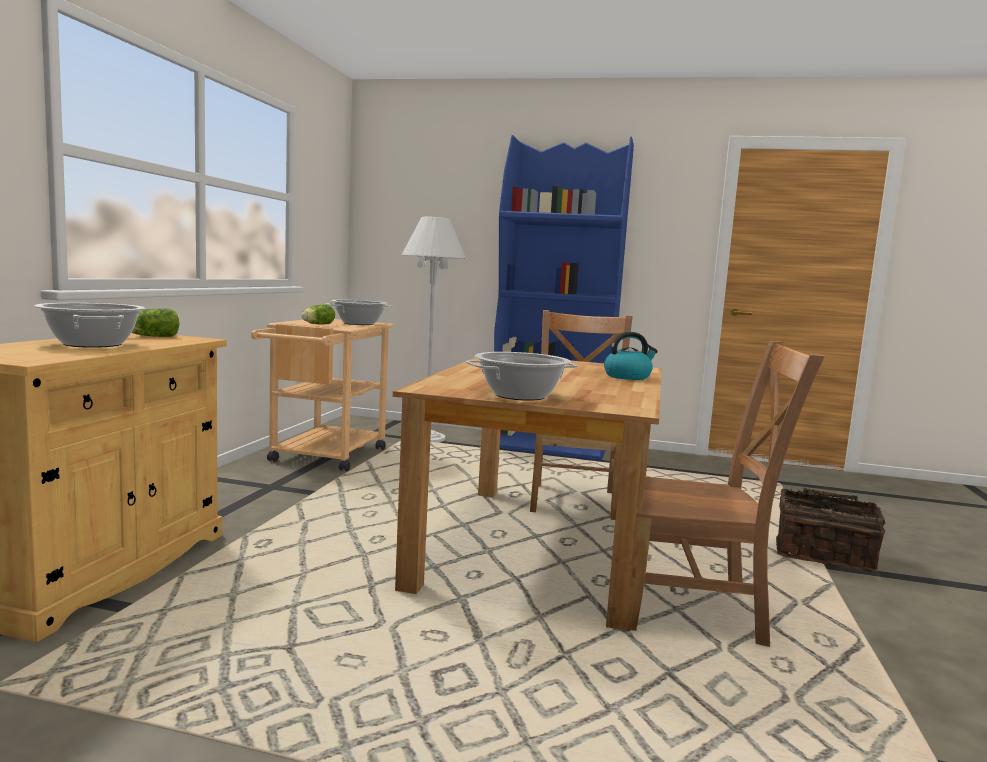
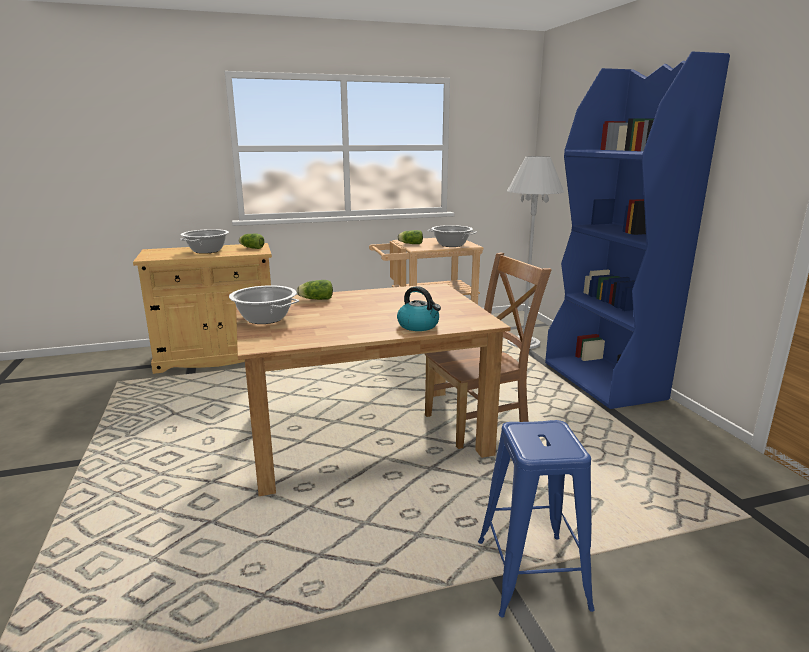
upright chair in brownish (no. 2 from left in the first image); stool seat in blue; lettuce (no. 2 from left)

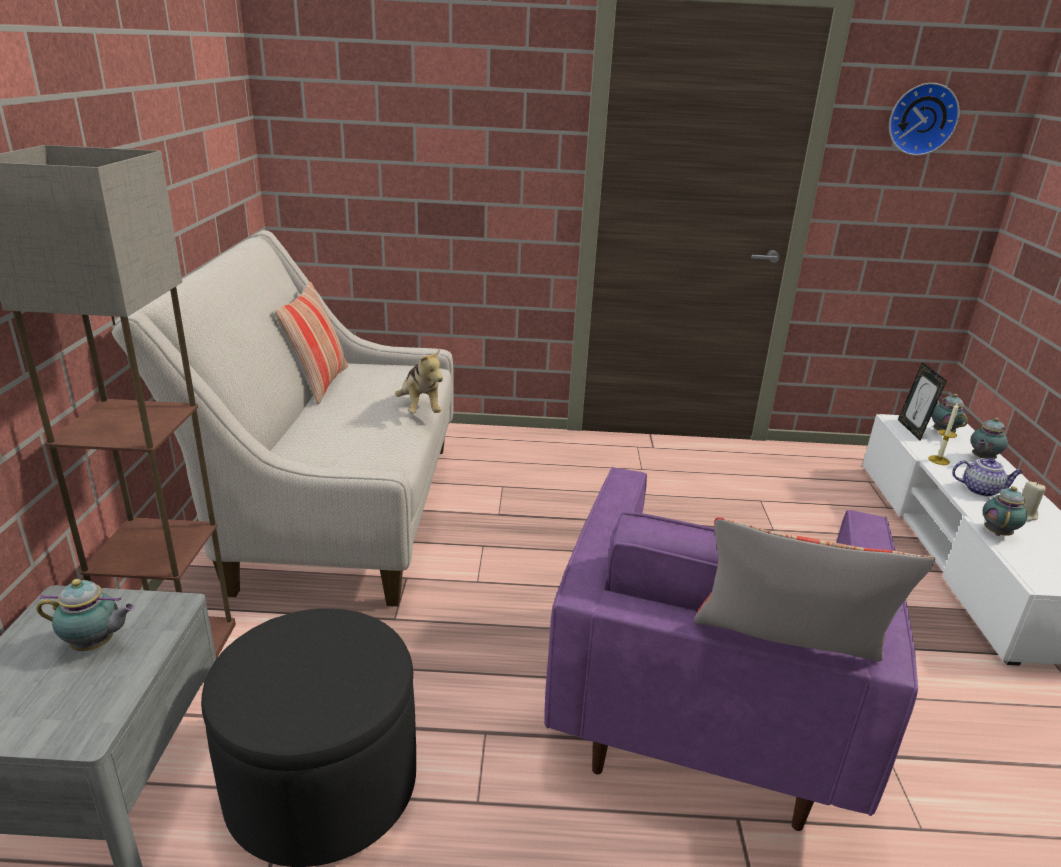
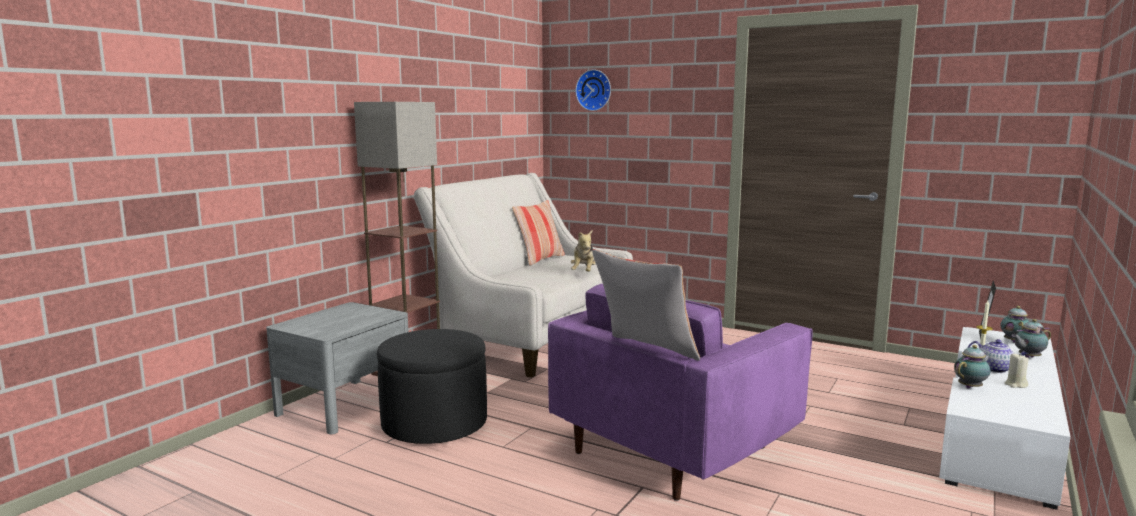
clock on the wall; teapot (no. 1 from left in the first image)

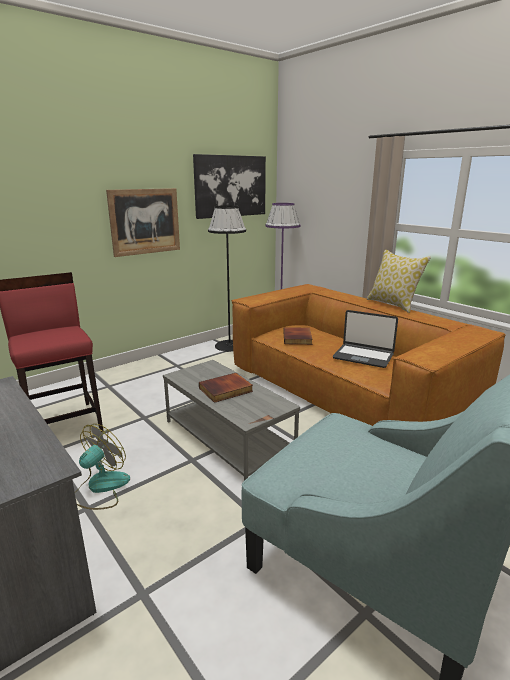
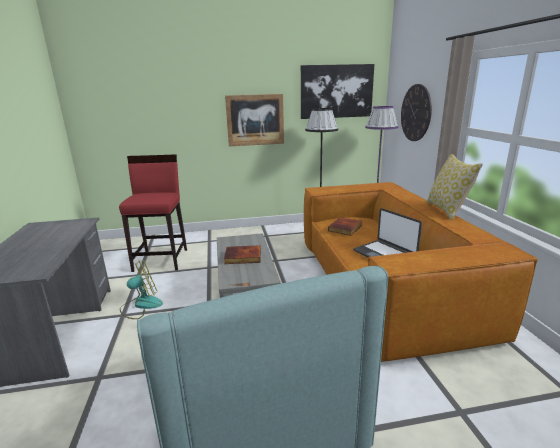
clock on the wall

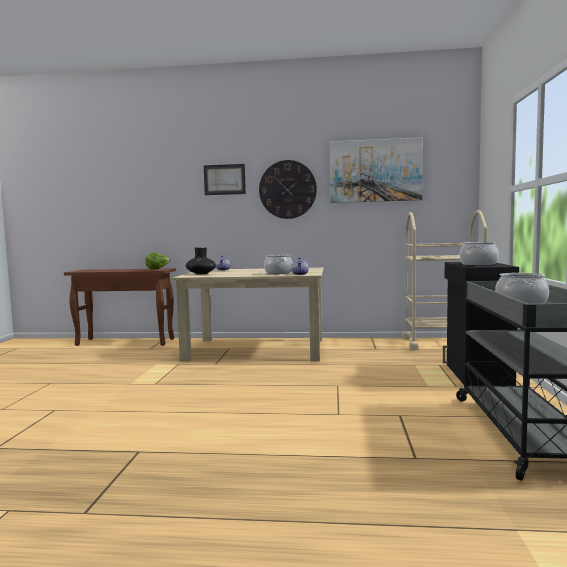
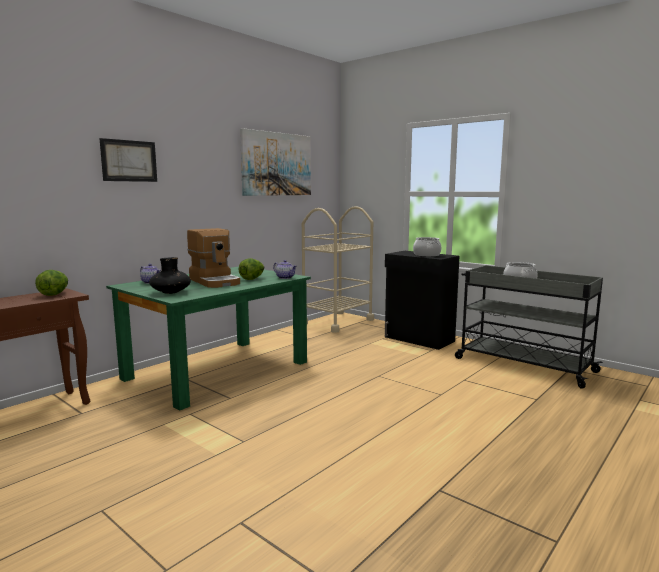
clock on the wall; lettuce (no. 2 from left); dining table in green; coffee machine

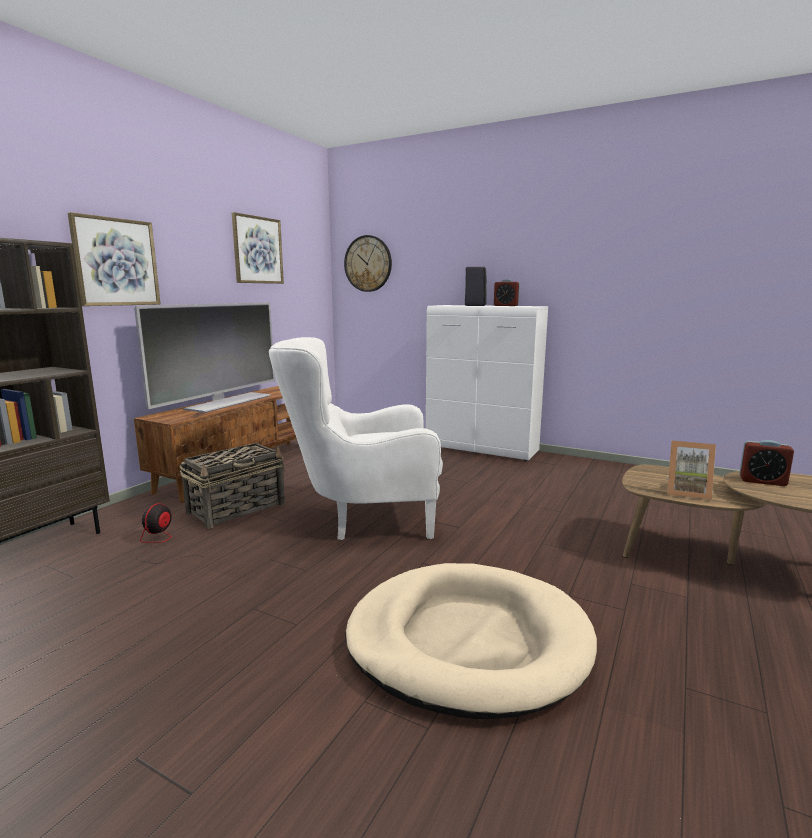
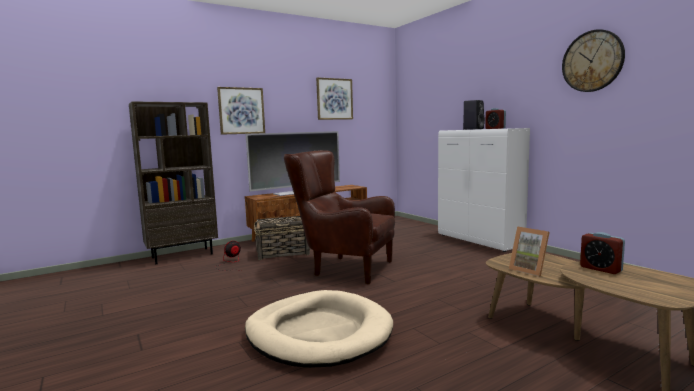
clock on the wall; lounge chair in brownish

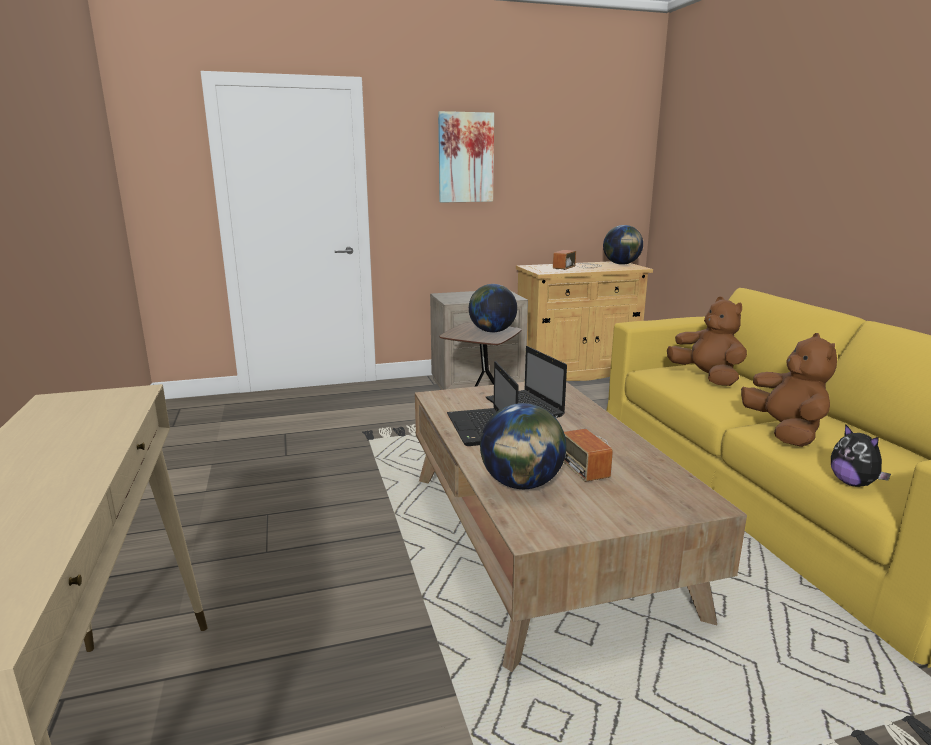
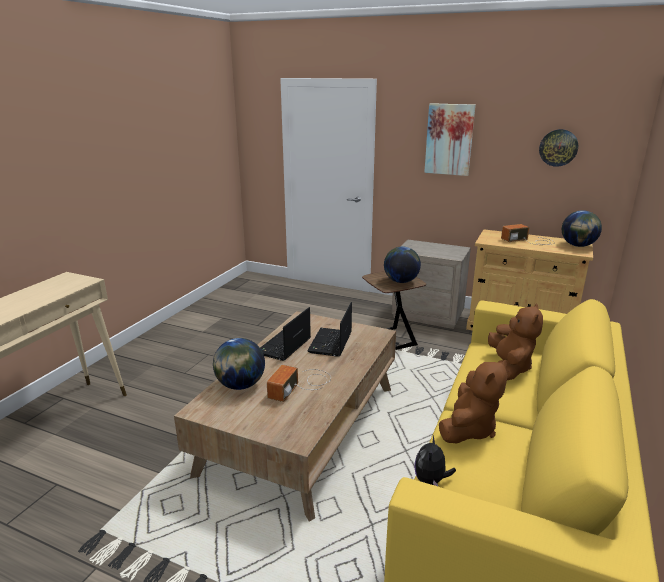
clock on the wall

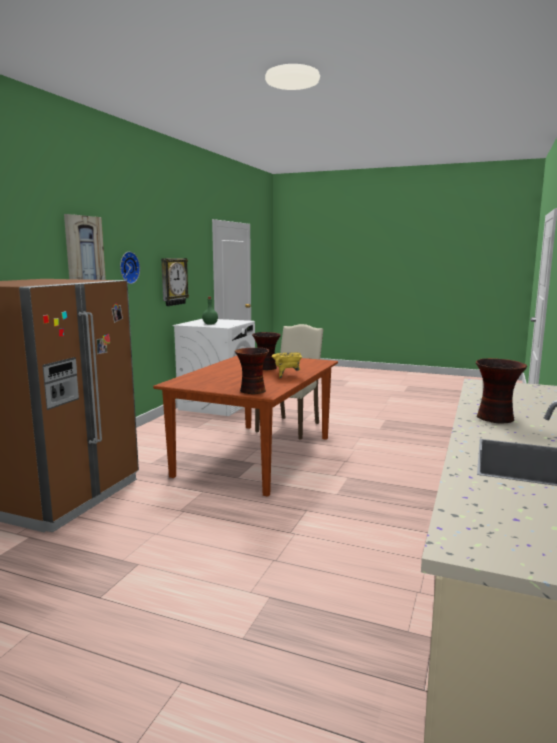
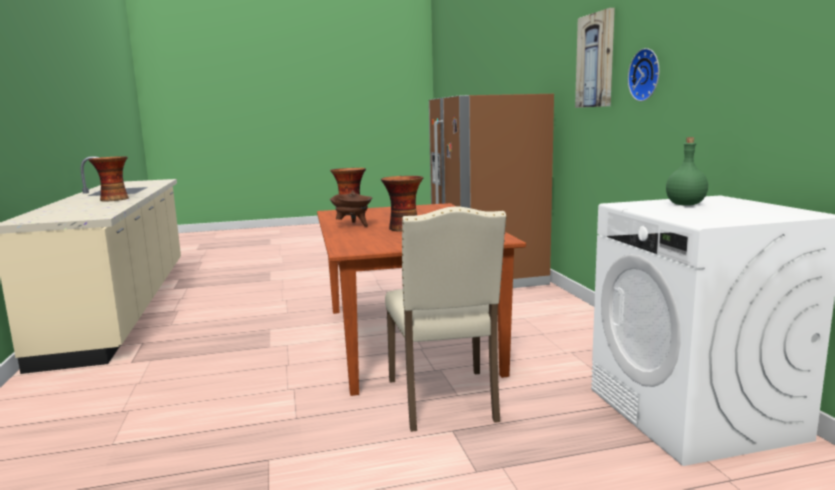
clock on the wall (no. 2 from left in the first image); saucepot in brownish

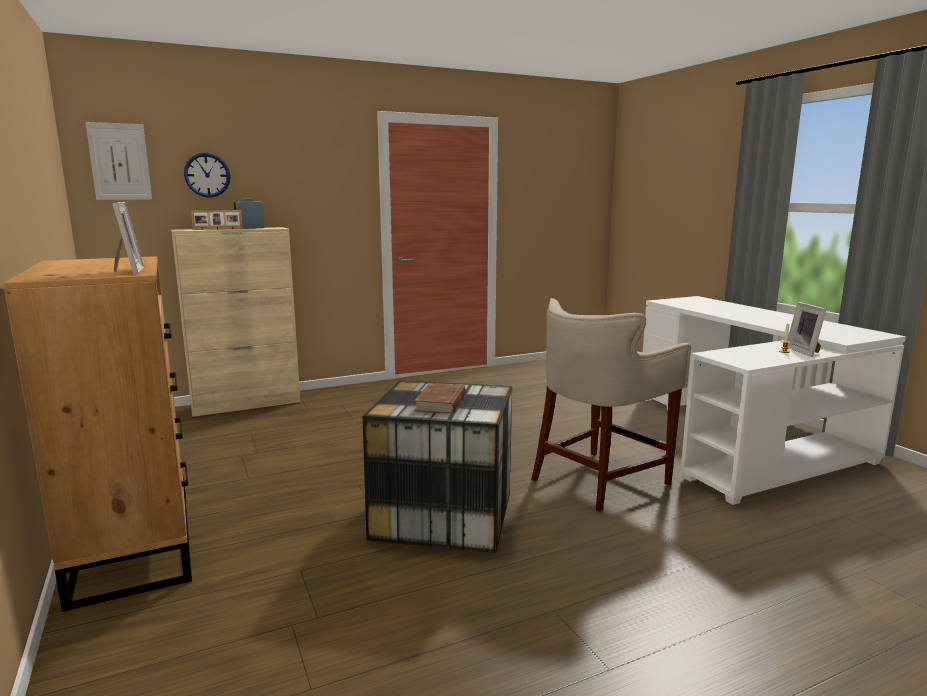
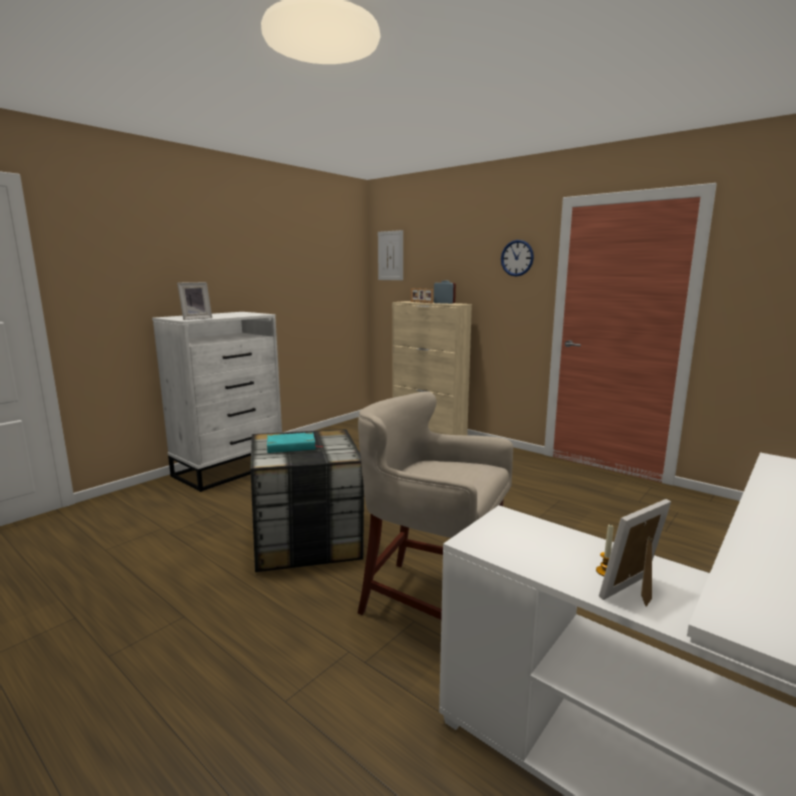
clock on the wall; drawer chest in white-coloured; book in turquoise

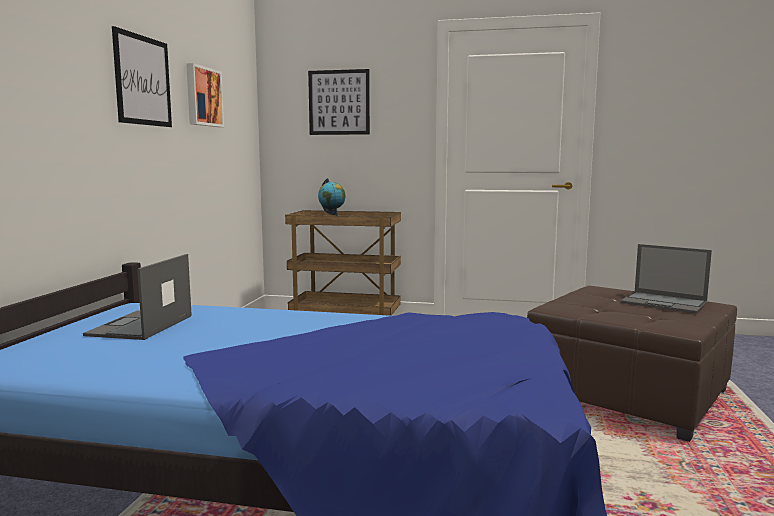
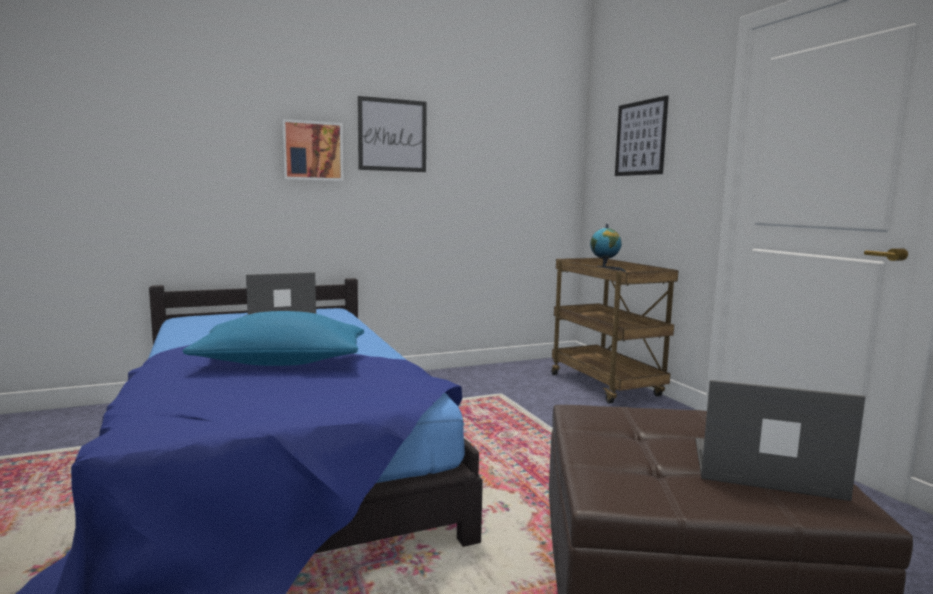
picture (no. 1 from left); portable computer (no. 2 from left); throw pillow in blue

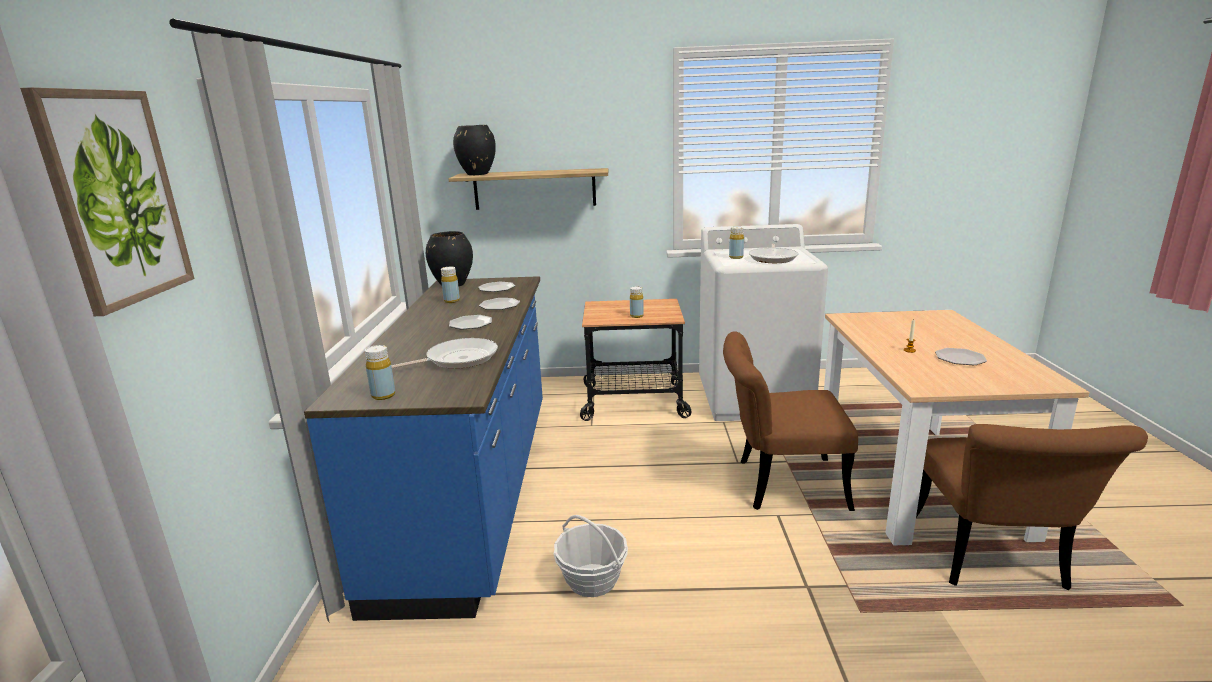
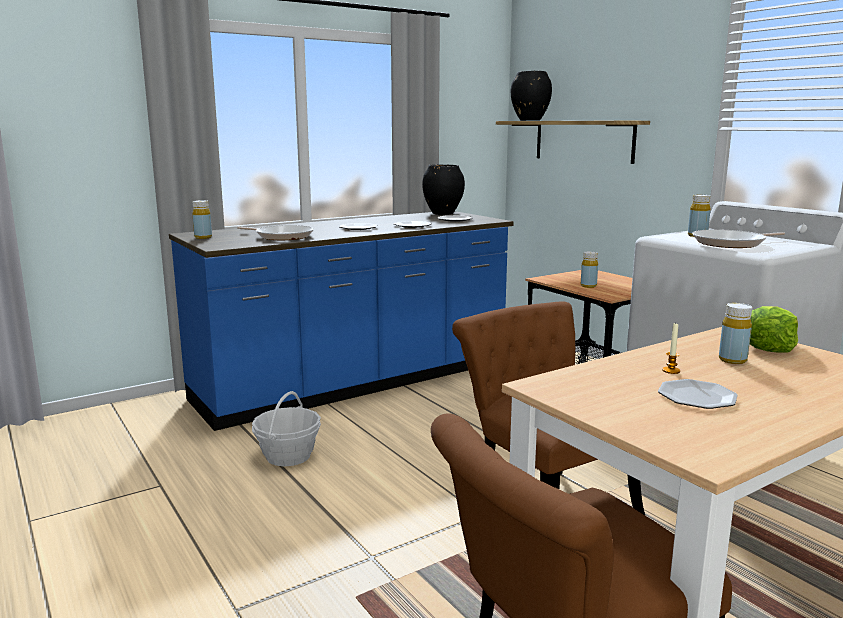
picture; beverage bottle in yellow (no. 4 from left); lettuce

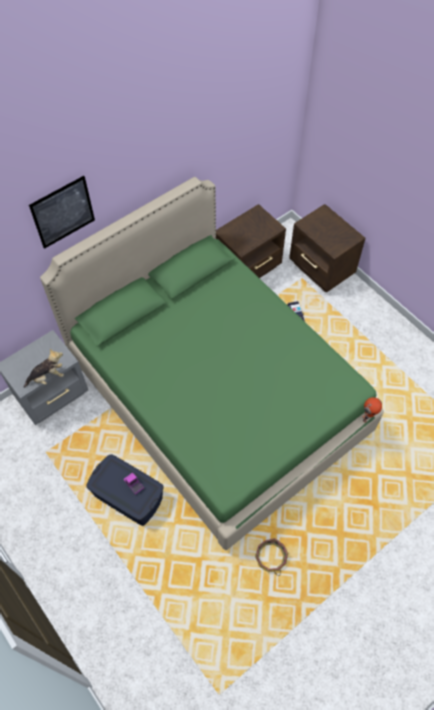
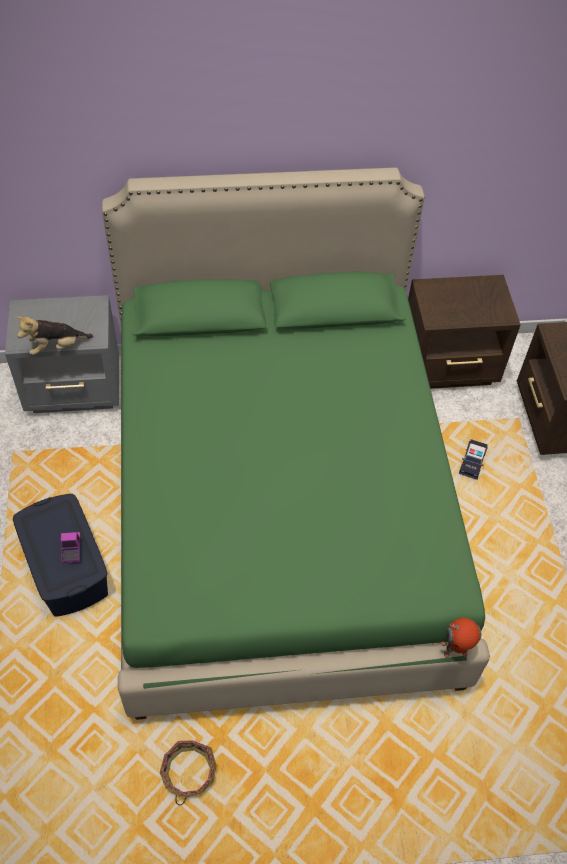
picture; cuddly toy

